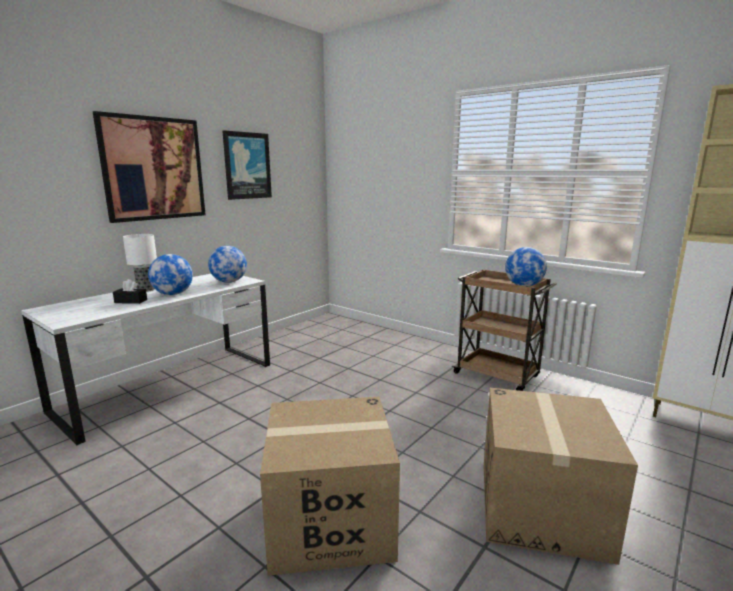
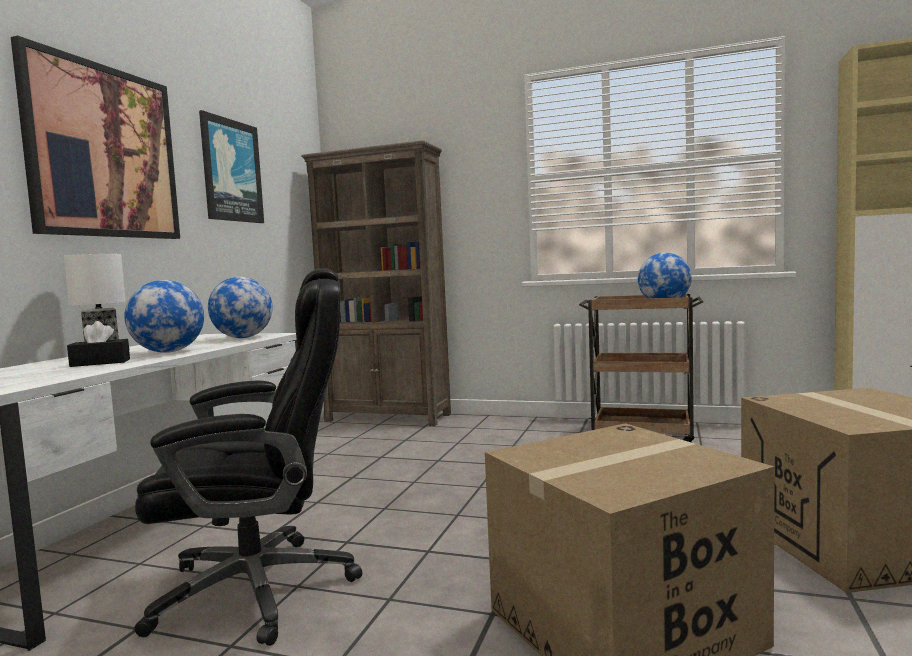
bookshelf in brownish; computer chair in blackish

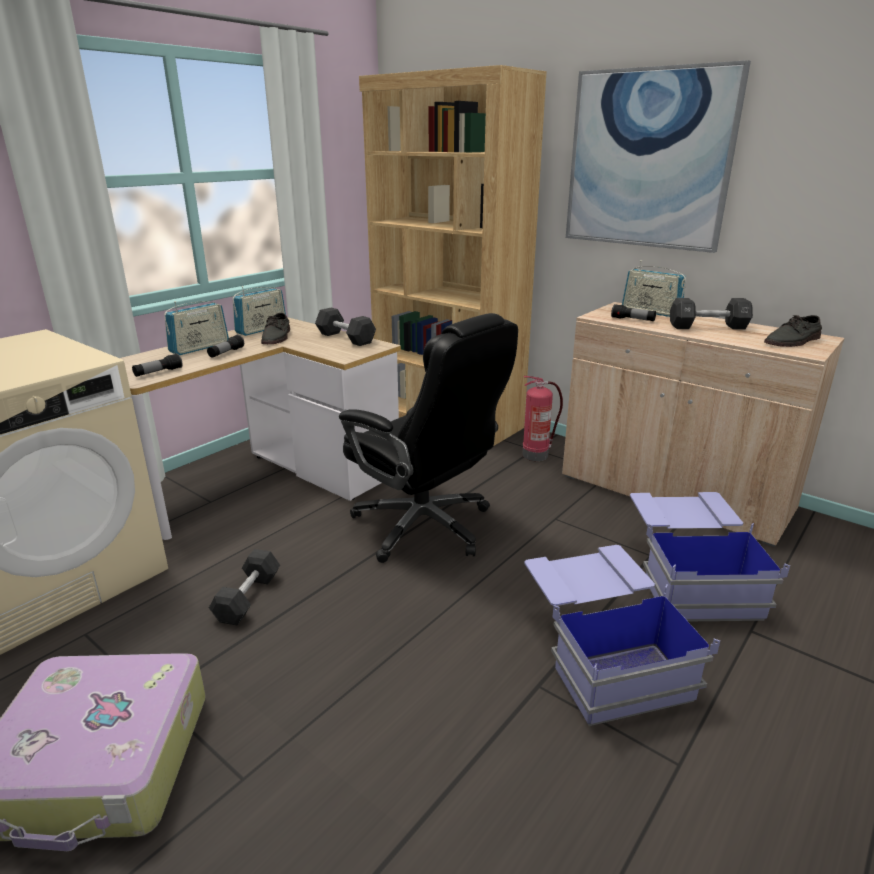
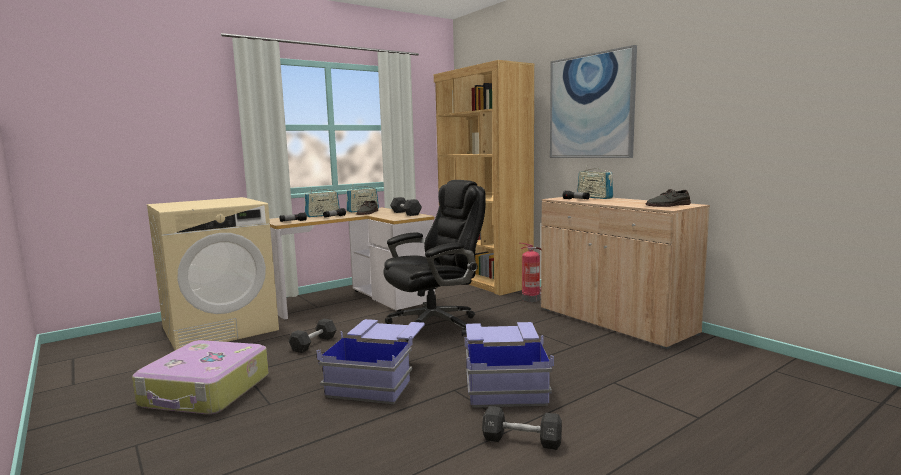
dumbbell in blackish (no. 3 from left); computer chair in blackish; storage container in blue (no. 1 from left)

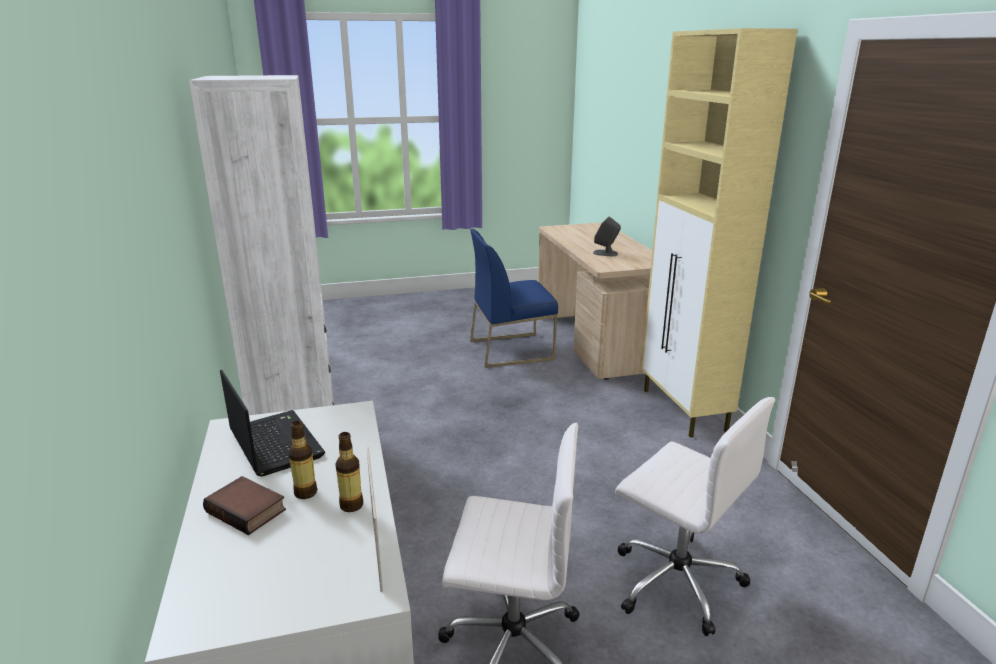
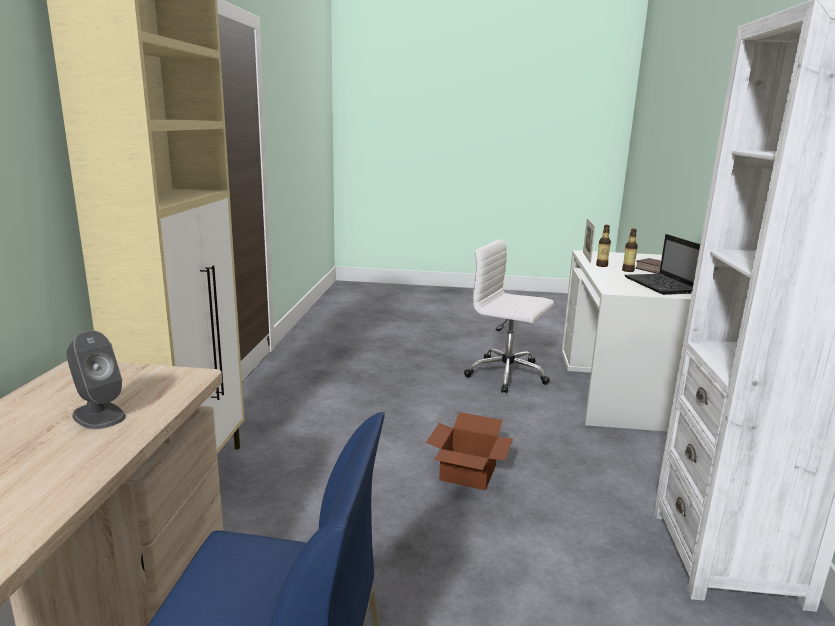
computer chair in white-coloured (no. 2 from left in the first image); cardboard box

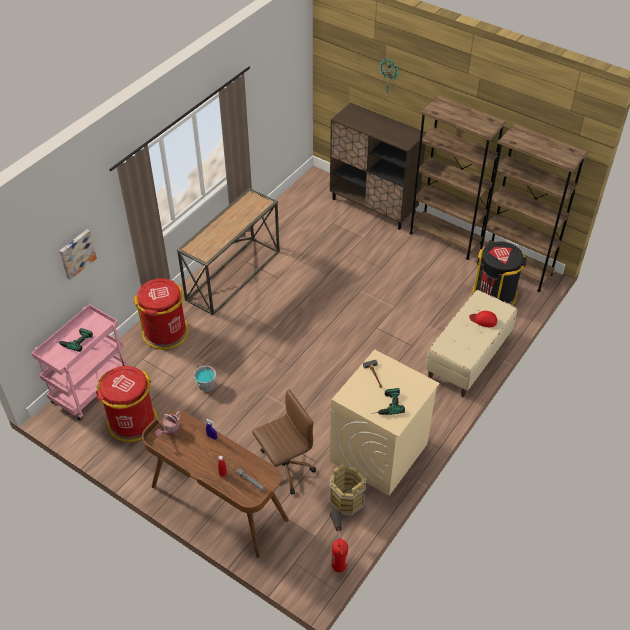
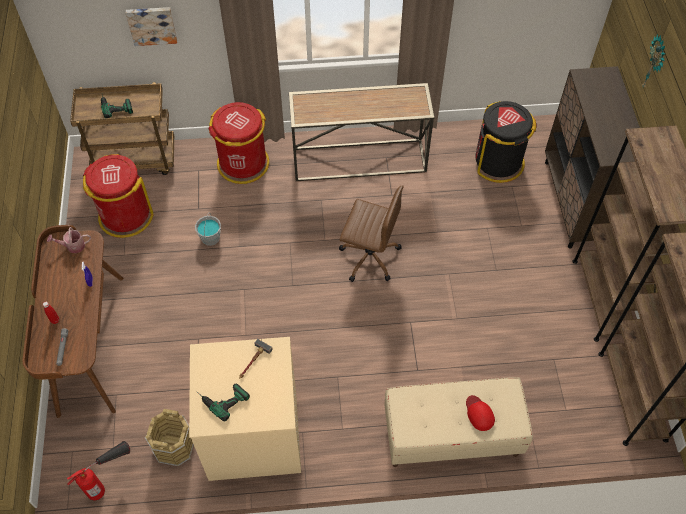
trash can in blackish; cart in brownish; computer chair in brownish

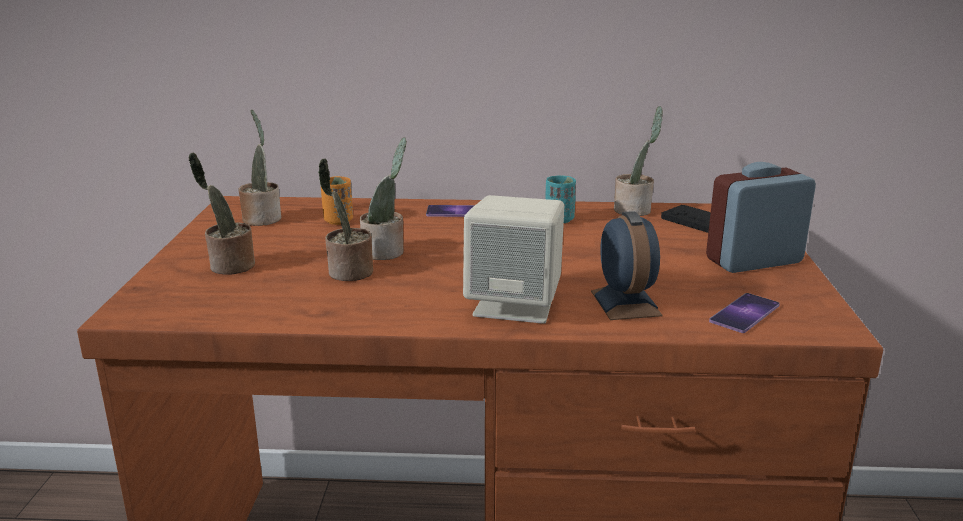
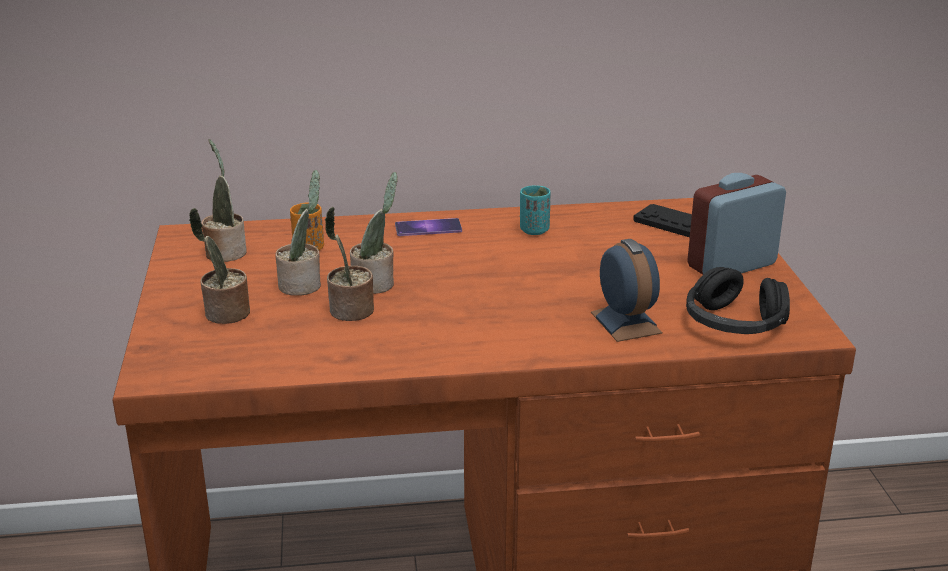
potted plant (no. 3 from left); audio speaker in beige-coloured; headphones in blackish

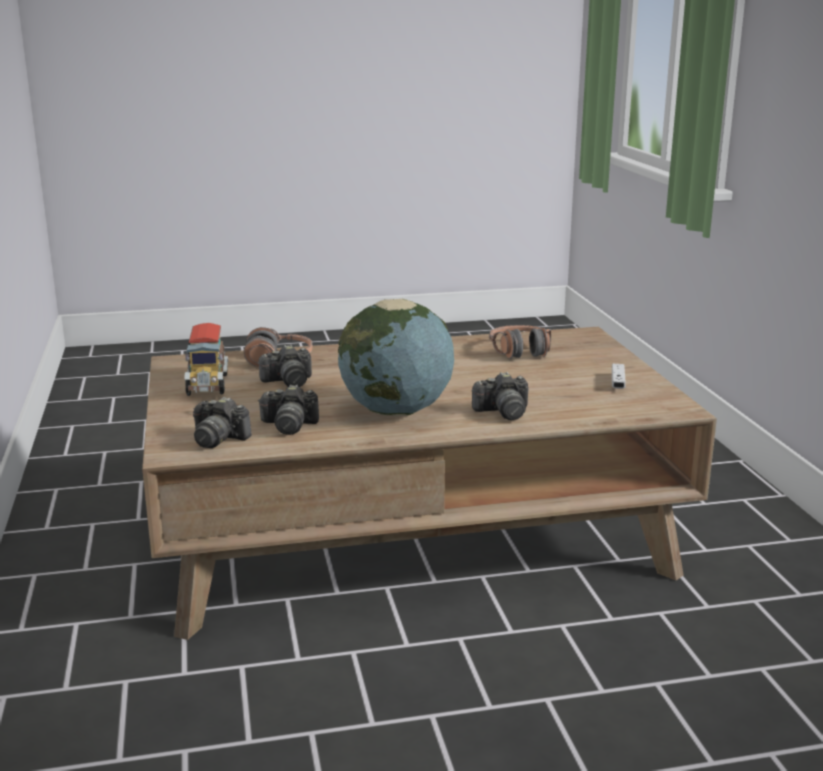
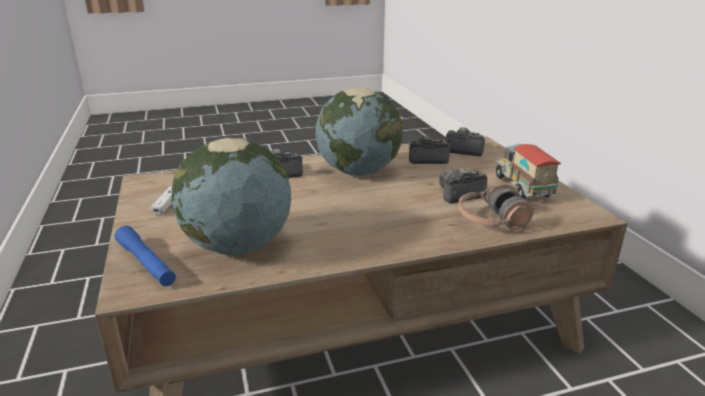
globe (no. 1 from left); torch in blue

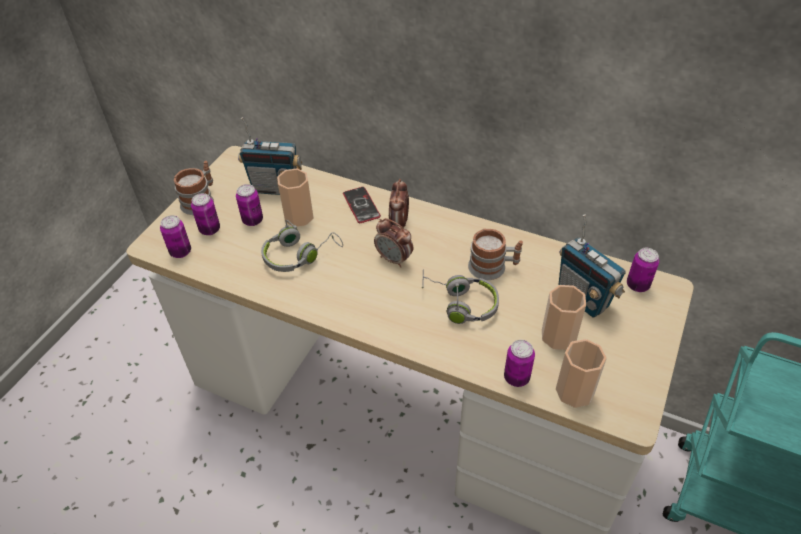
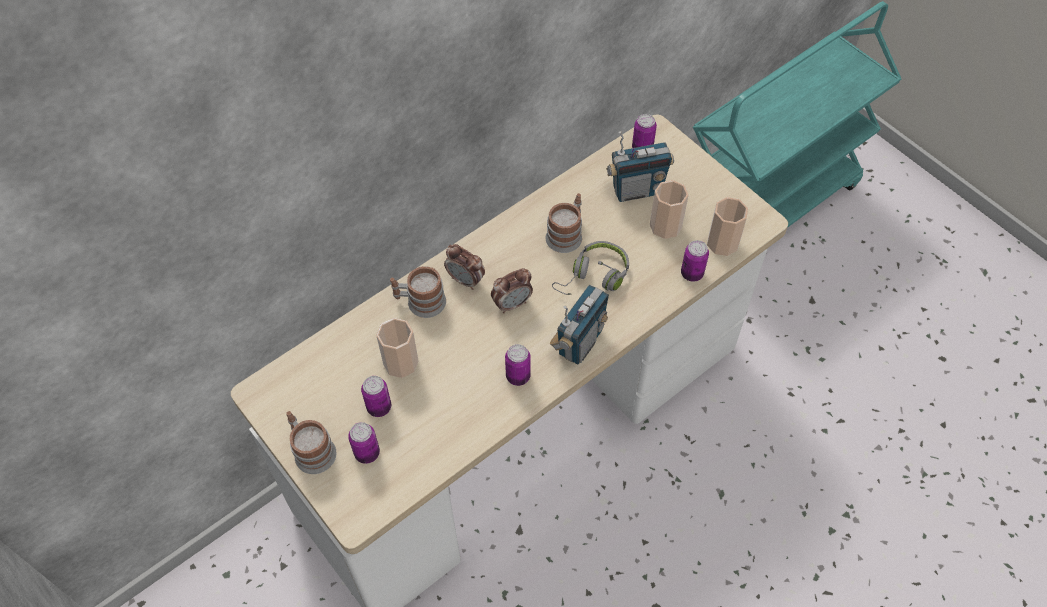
radio (no. 1 from left); mug (no. 2 from left); metal can (no. 3 from left); headphones in gray (no. 1 from left in the first image)

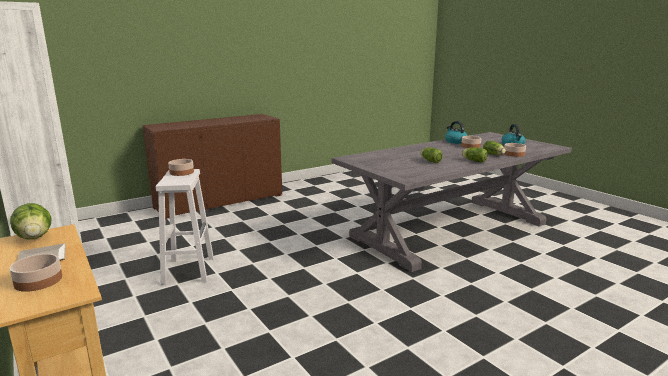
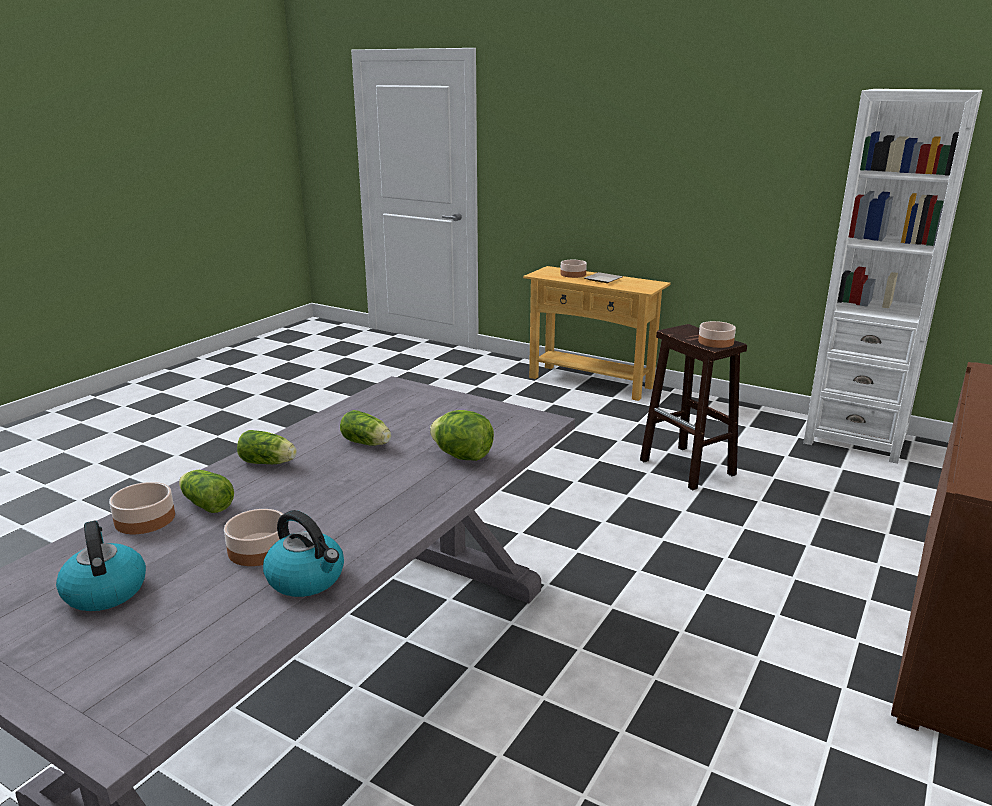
stool seat in brownish; lettuce (no. 4 from left)

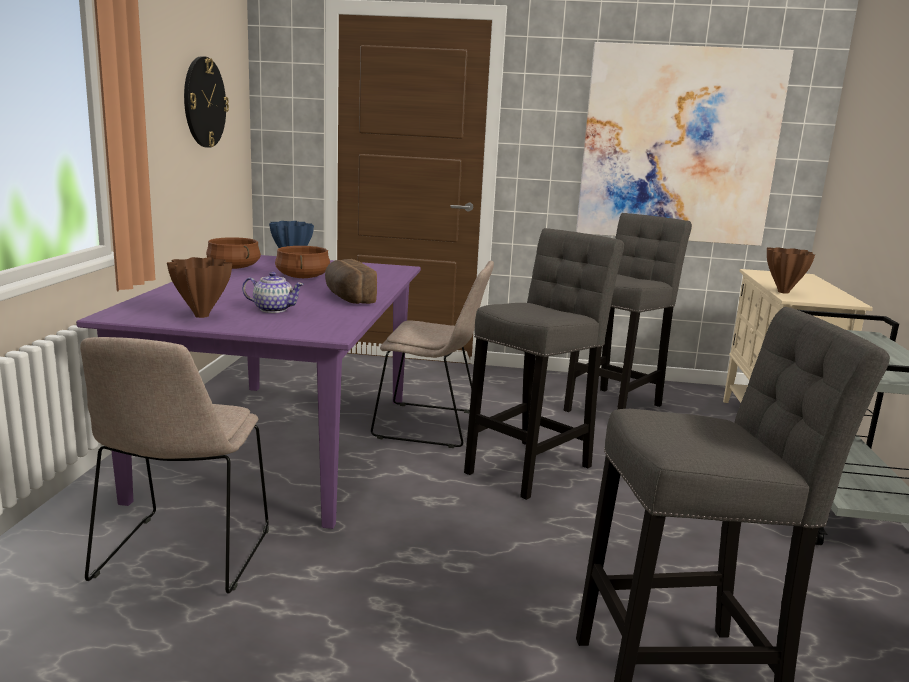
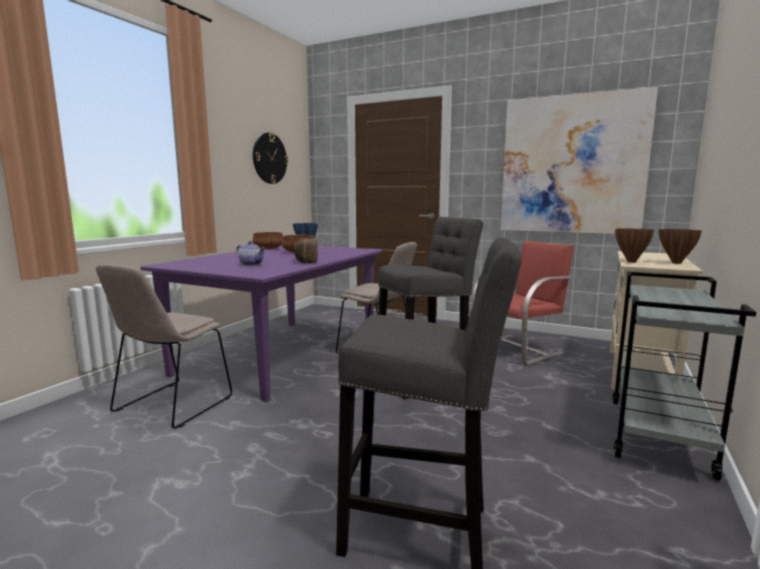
upright chair in reddish; flower vase in brownish (no. 2 from left)

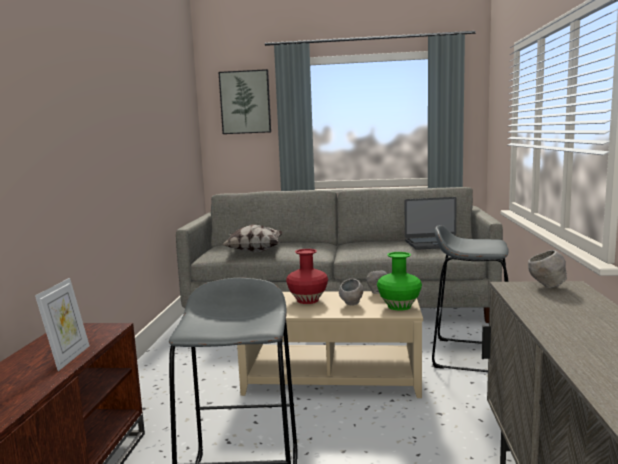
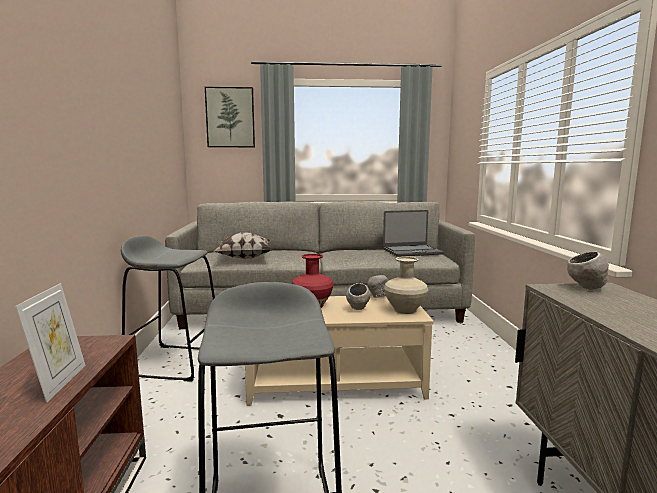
stool seat in gray (no. 1 from left); flower vase in beige-coloured

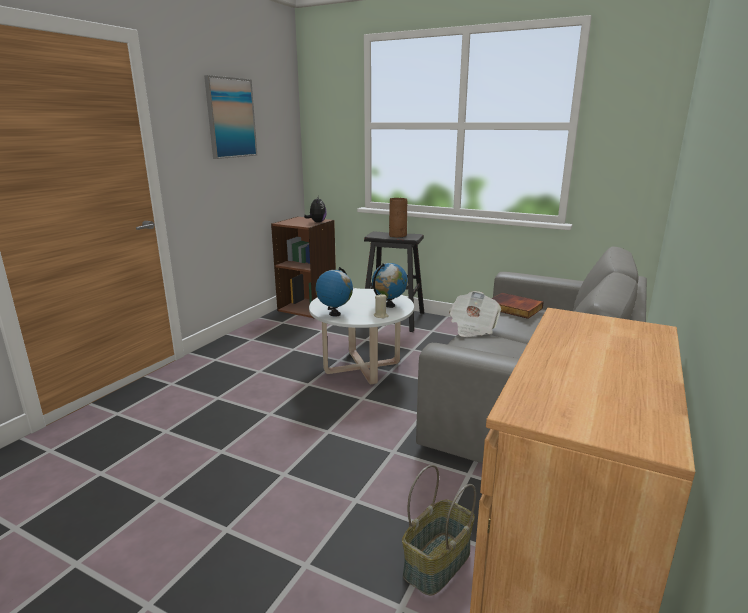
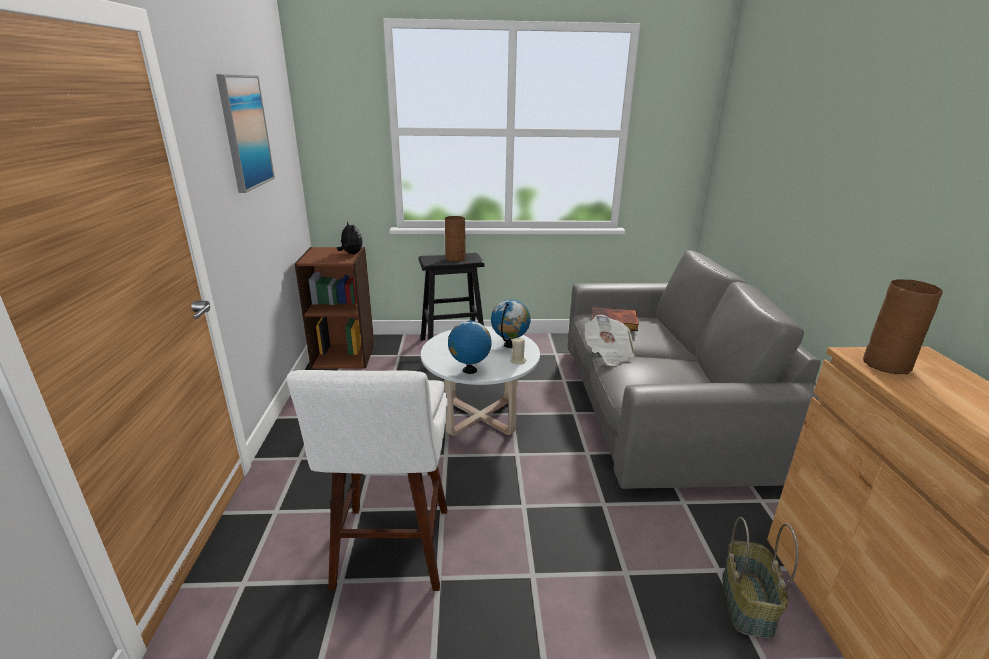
flower vase in brownish (no. 2 from left); stool seat in white-coloured

